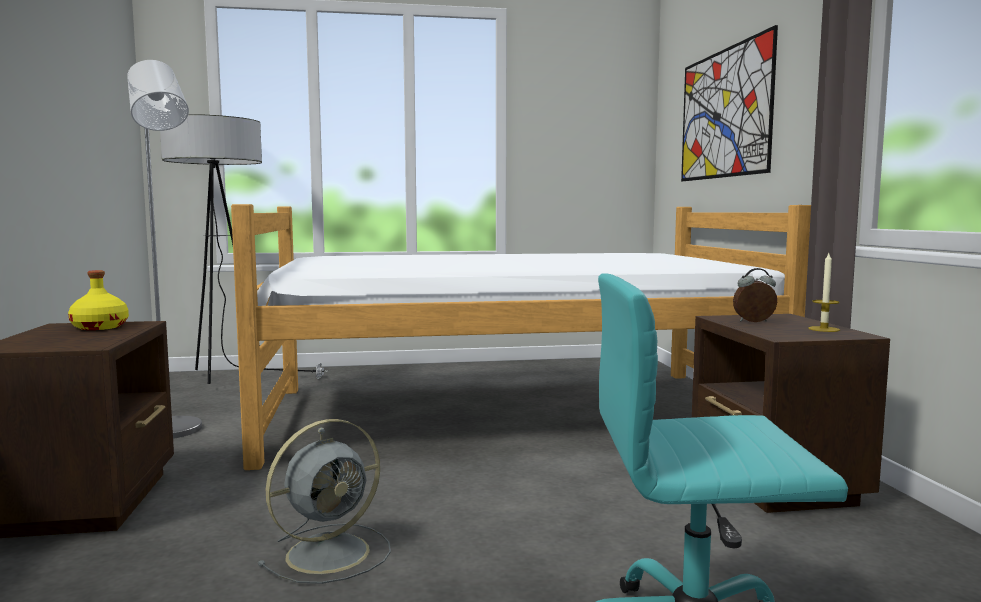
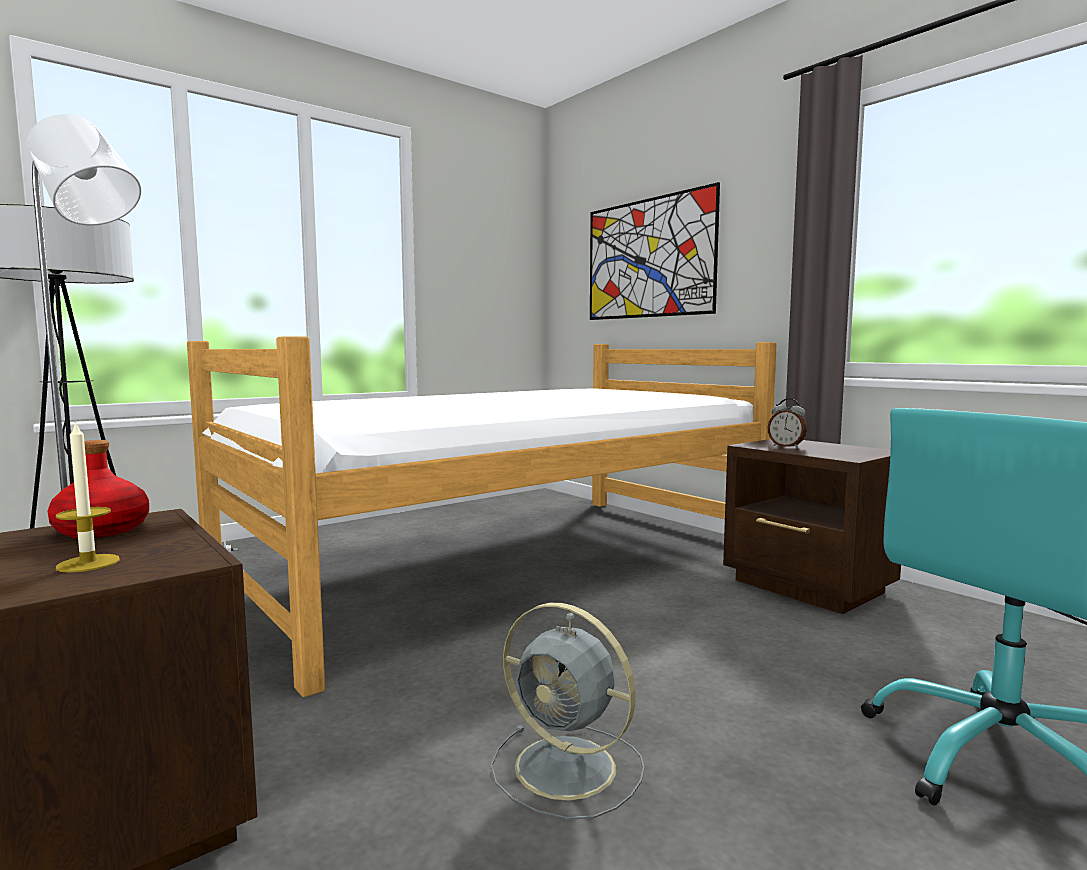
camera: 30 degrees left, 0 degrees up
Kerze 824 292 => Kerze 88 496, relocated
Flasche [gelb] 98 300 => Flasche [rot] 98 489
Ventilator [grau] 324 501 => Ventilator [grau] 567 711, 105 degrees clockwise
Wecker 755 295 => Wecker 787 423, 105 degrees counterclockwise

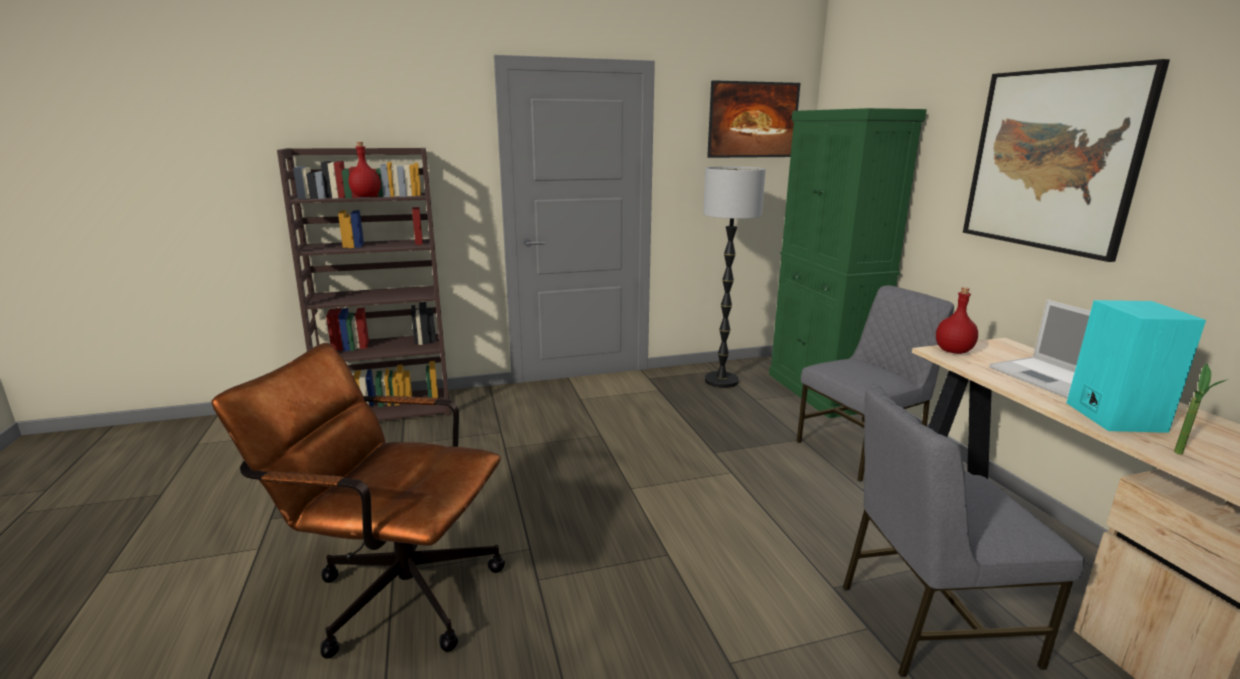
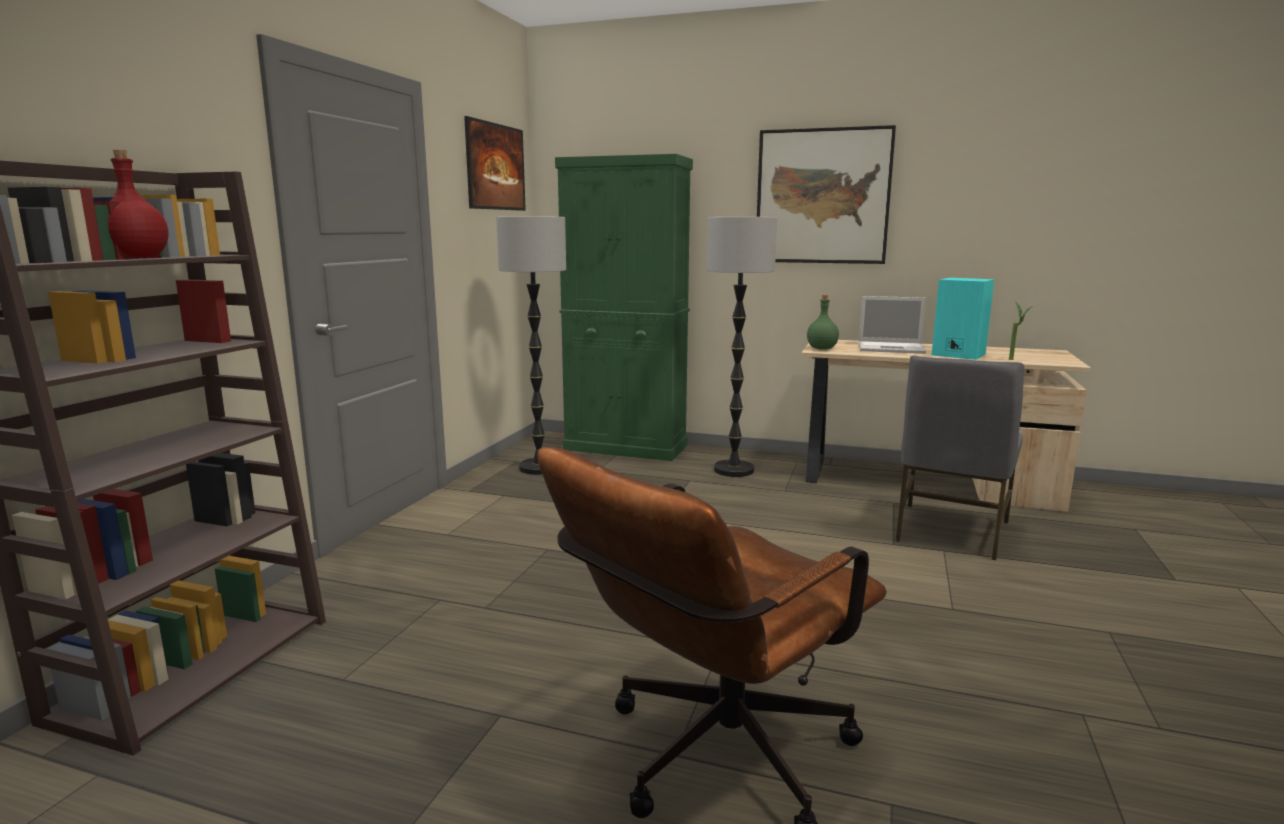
camera: 55 degrees left, 5 degrees down
Stuhl [grau] 875 383 => Stehlampe 742 347
Flasche [rot] 957 320 => Flasche [grün] 823 322

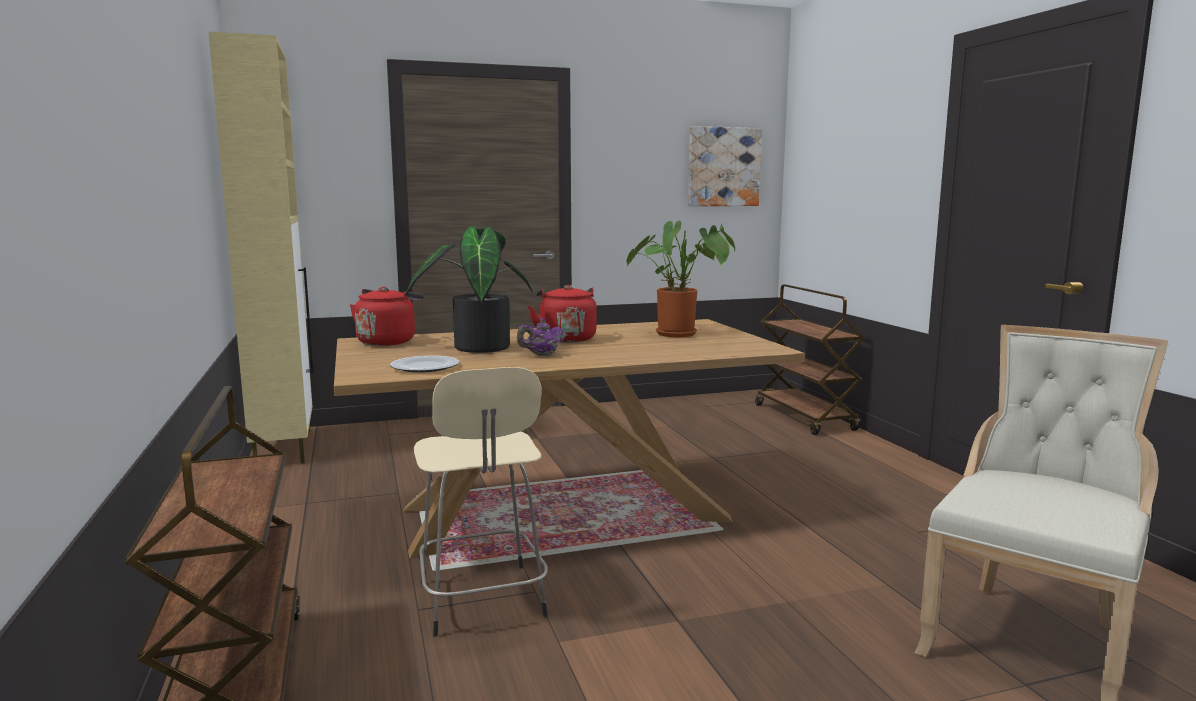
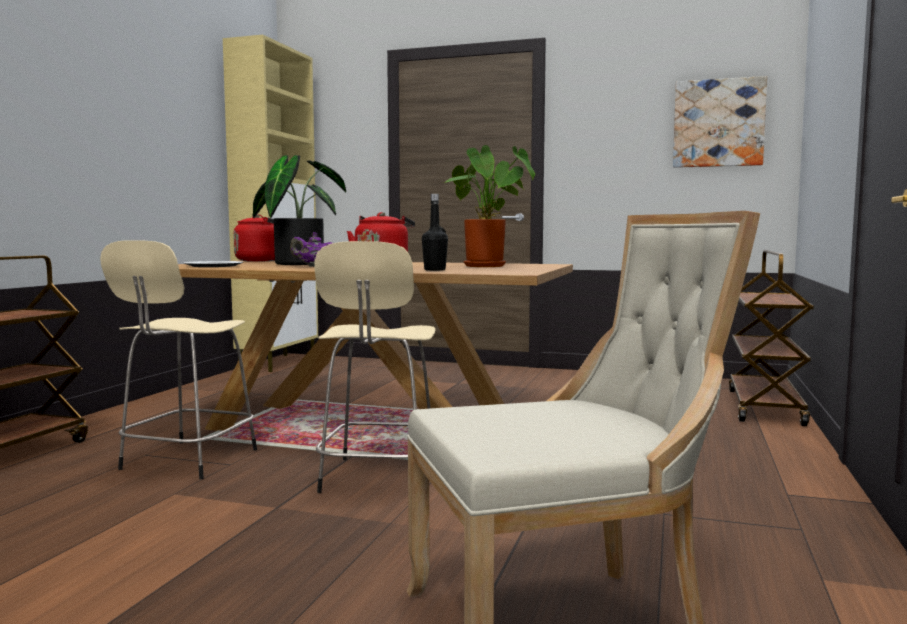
camera: 35 degrees right, 5 degrees down
nothing => Hocker [beige] 375 367
nothing => Flasche [schwarz] 435 232

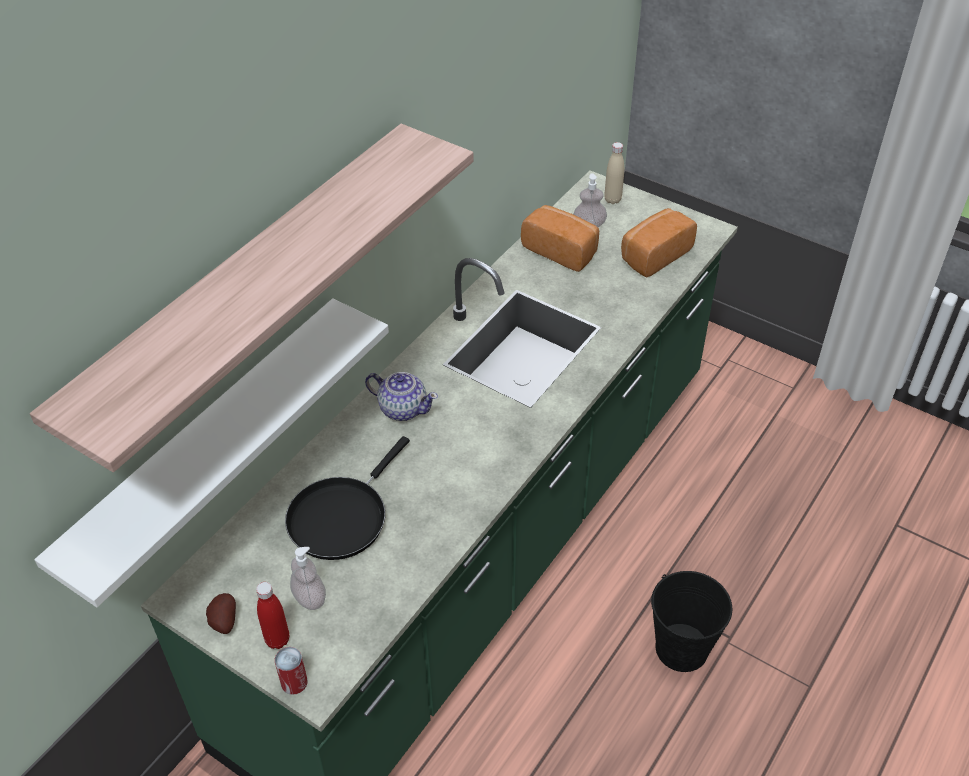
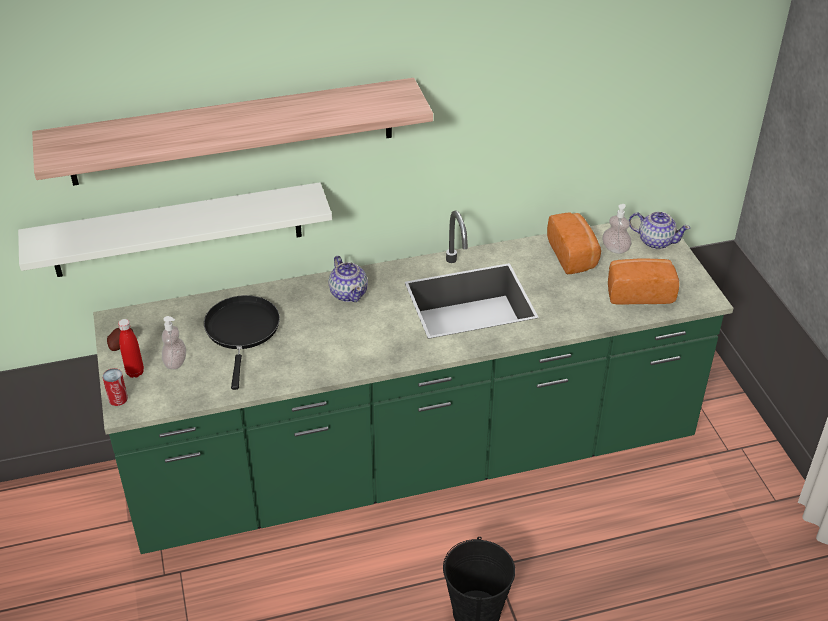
camera: 40 degrees right, 5 degrees down
Flasche [beige] 614 173 => Teekanne 659 230
Pfanne [schwarz] 347 498 => Pfanne [schwarz] 242 342, 105 degrees clockwise

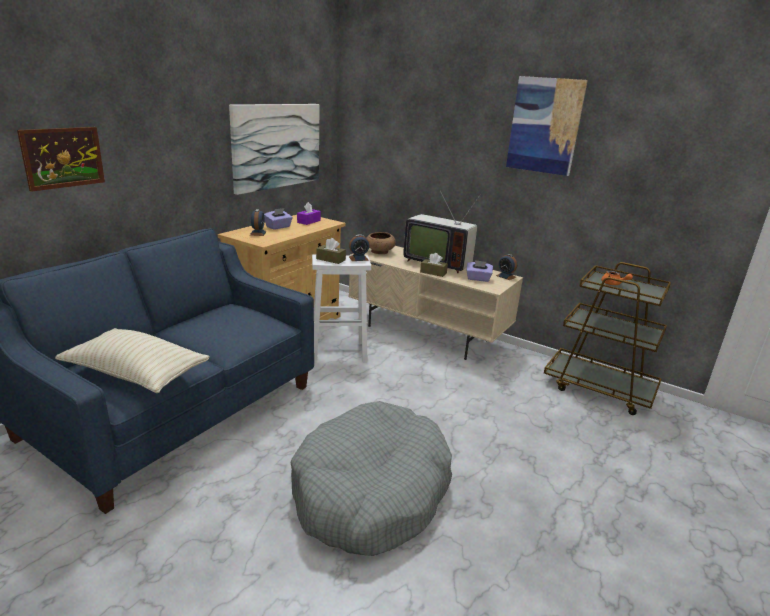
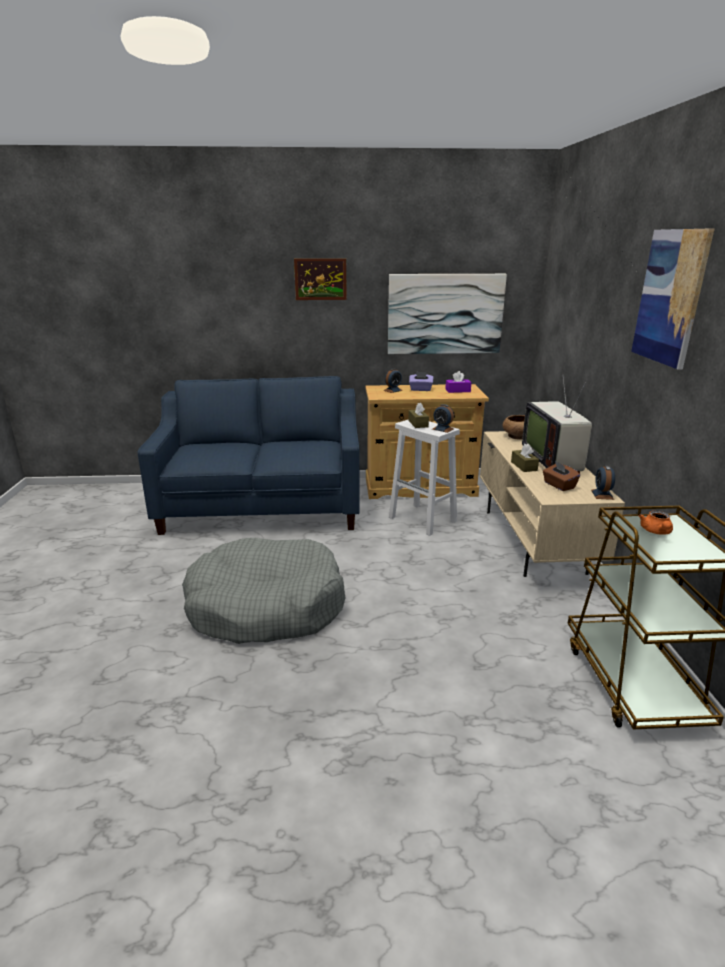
camera: 55 degrees right, 0 degrees up
Kissen [beige] 132 360 => nothing
Bild 61 159 => Bild 320 279, relocated
Taschentuchbox [lila] 479 271 => Taschentuchbox [braun] 561 476

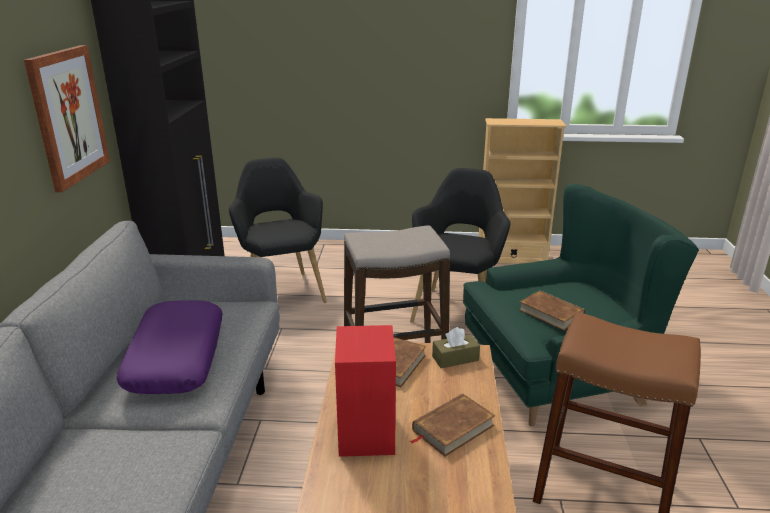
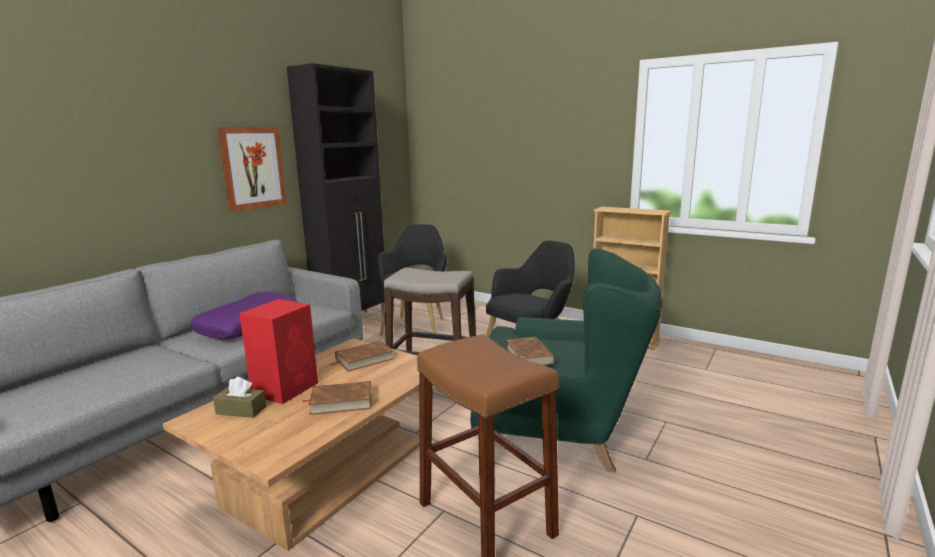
camera: 30 degrees right, 10 degrees down
Taschentuchbox [braun] 456 347 => Taschentuchbox [braun] 239 397, relocated

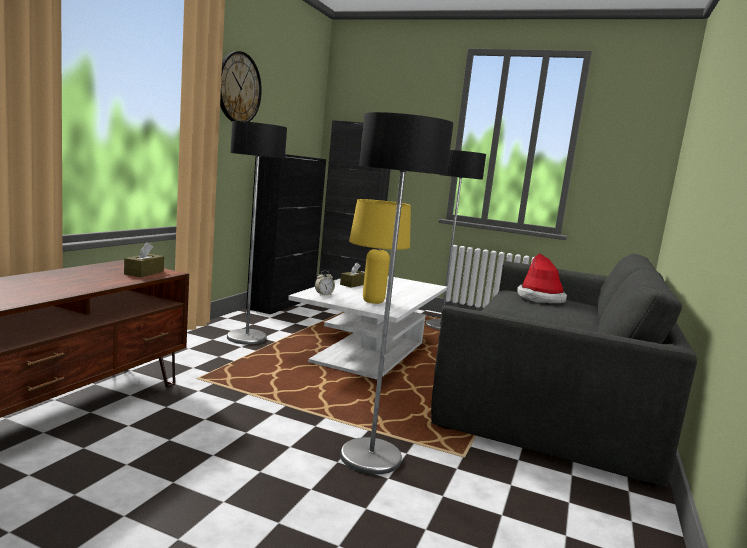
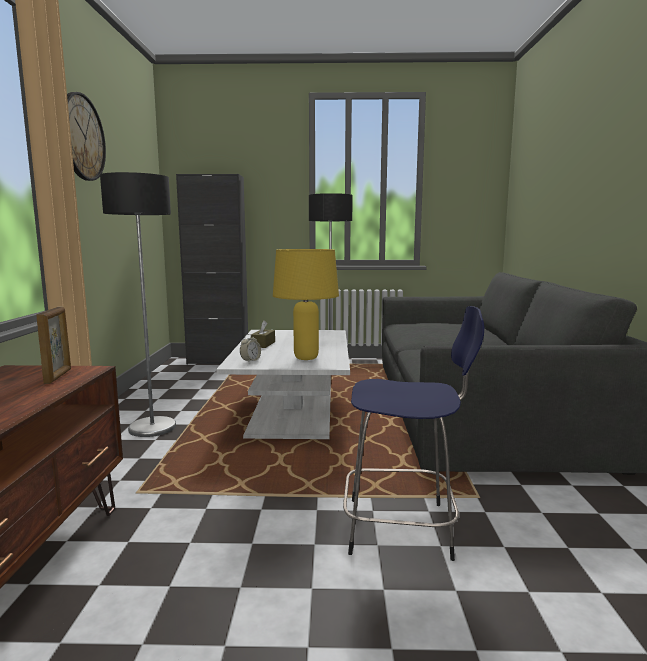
camera: 20 degrees left, 0 degrees up
Schrank [schwarz] 286 234 => nothing
Hut 542 278 => nothing
Taschentuchbox [braun] 144 259 => Bilderrahmen 53 345
Stehlampe 396 293 => Hocker [blau] 413 433

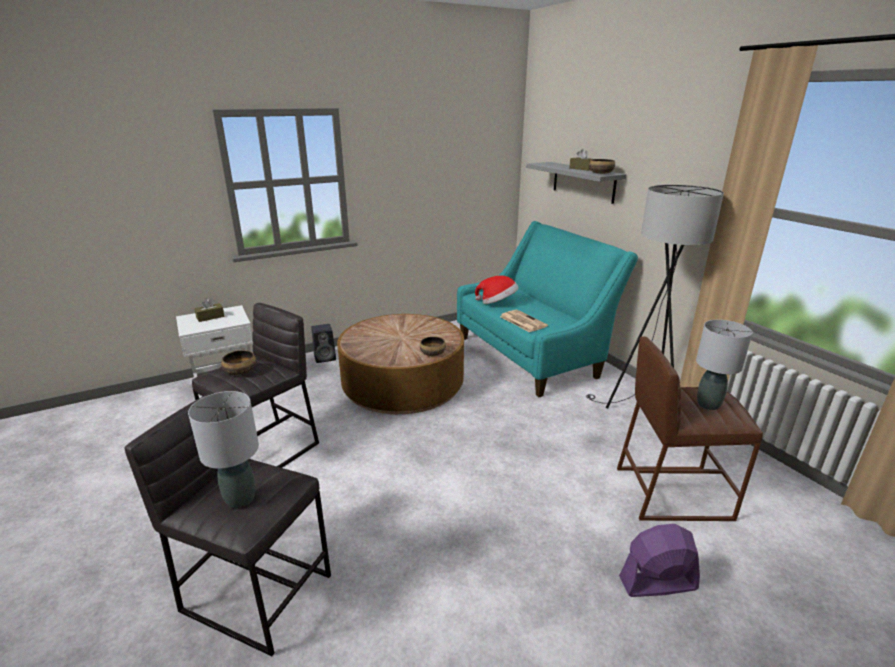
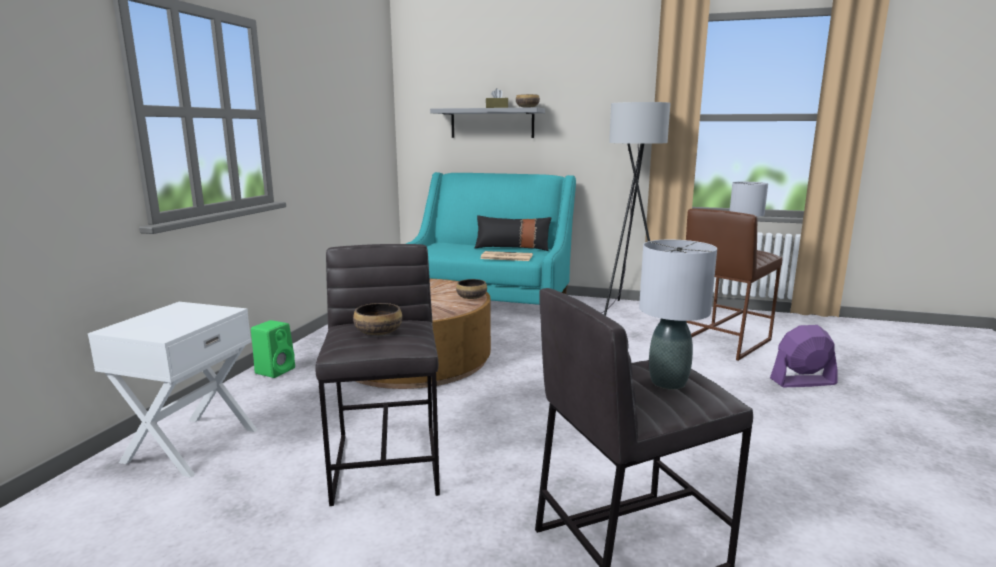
camera: 45 degrees left, 10 degrees down
Taschentuchbox [braun] 209 310 => nothing
Hut 497 289 => nothing
nothing => Kissen [schwarz] 513 233
Lautsprecher [schwarz] 323 343 => Lautsprecher [grün] 273 349
Ventilator [lila] 659 560 => Ventilator [lila] 803 356, 45 degrees clockwise

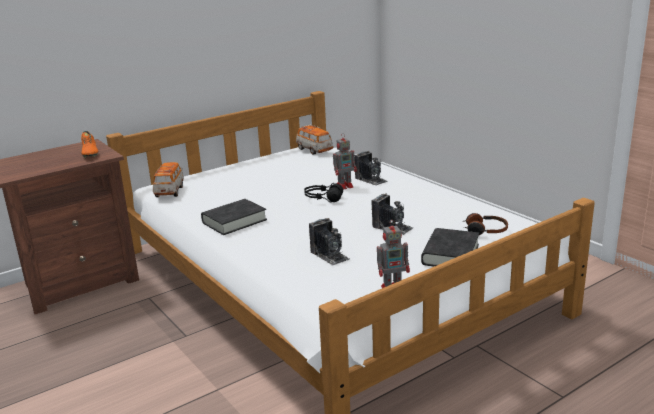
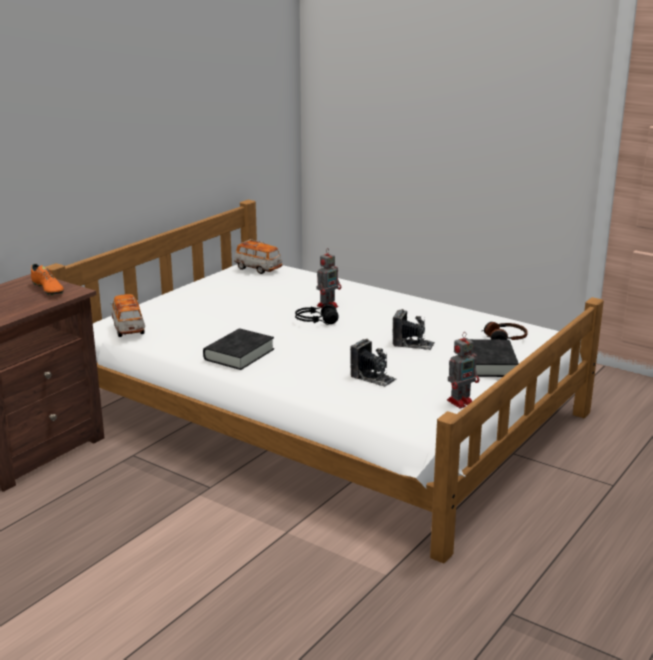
camera: 20 degrees left, 0 degrees up
Kamera 371 168 => nothing

